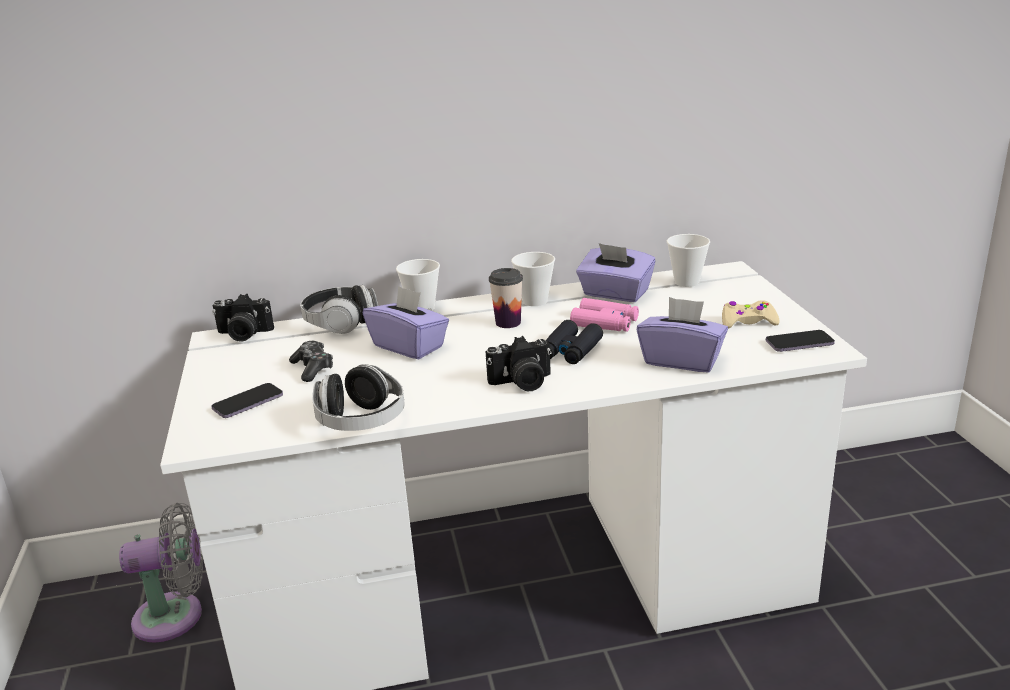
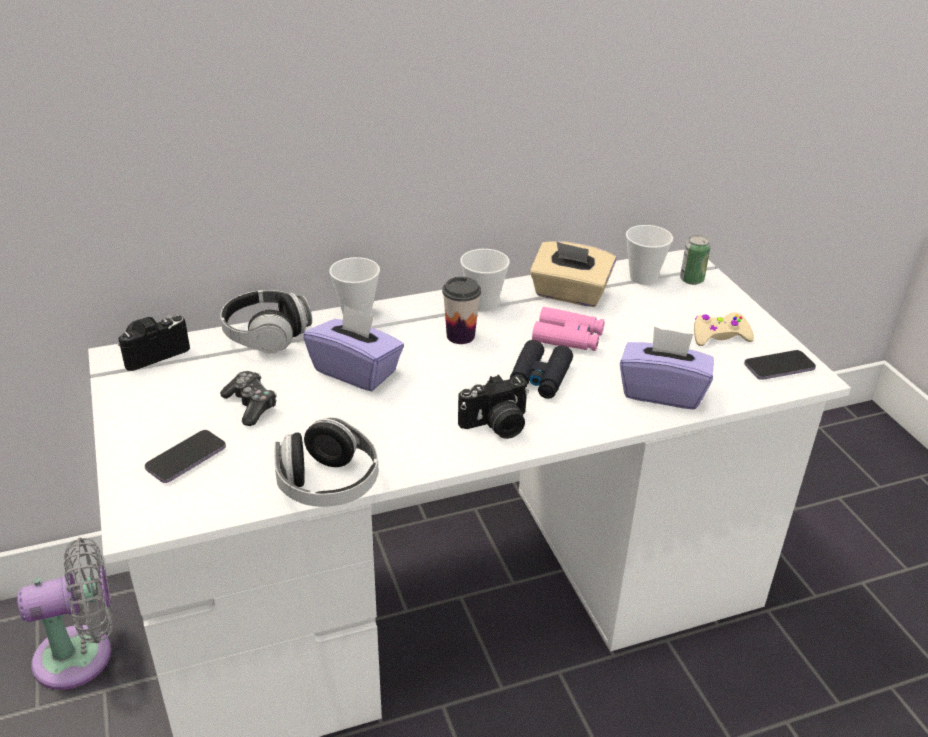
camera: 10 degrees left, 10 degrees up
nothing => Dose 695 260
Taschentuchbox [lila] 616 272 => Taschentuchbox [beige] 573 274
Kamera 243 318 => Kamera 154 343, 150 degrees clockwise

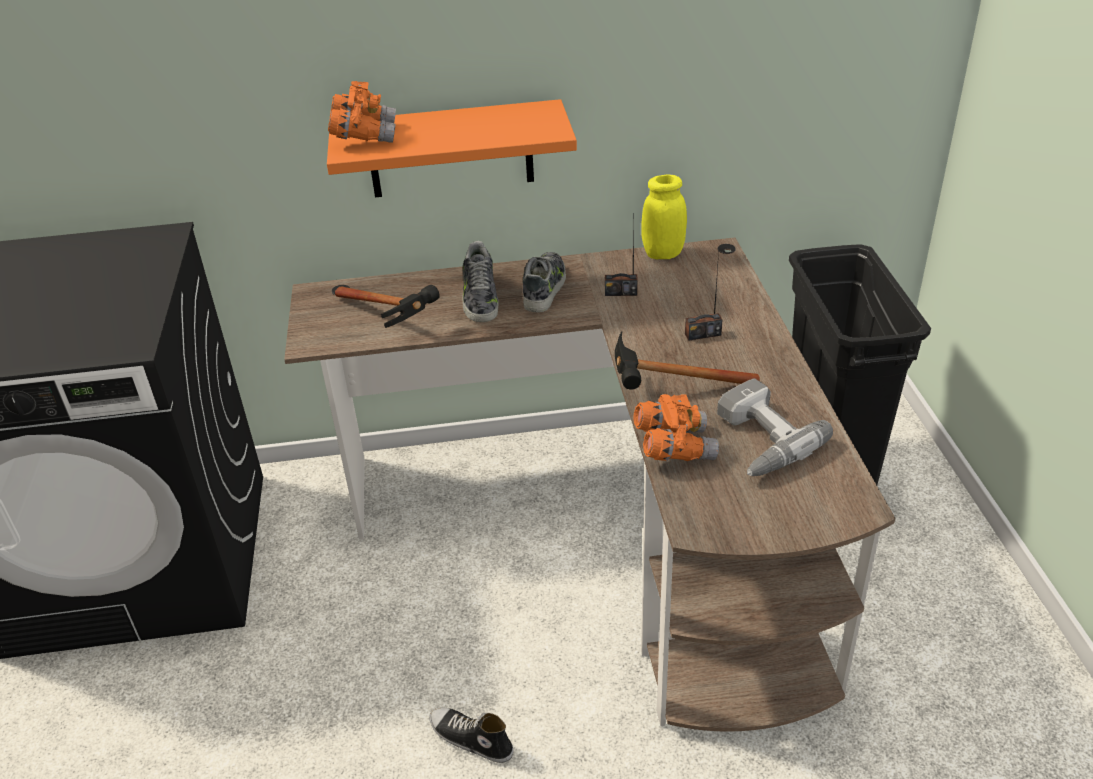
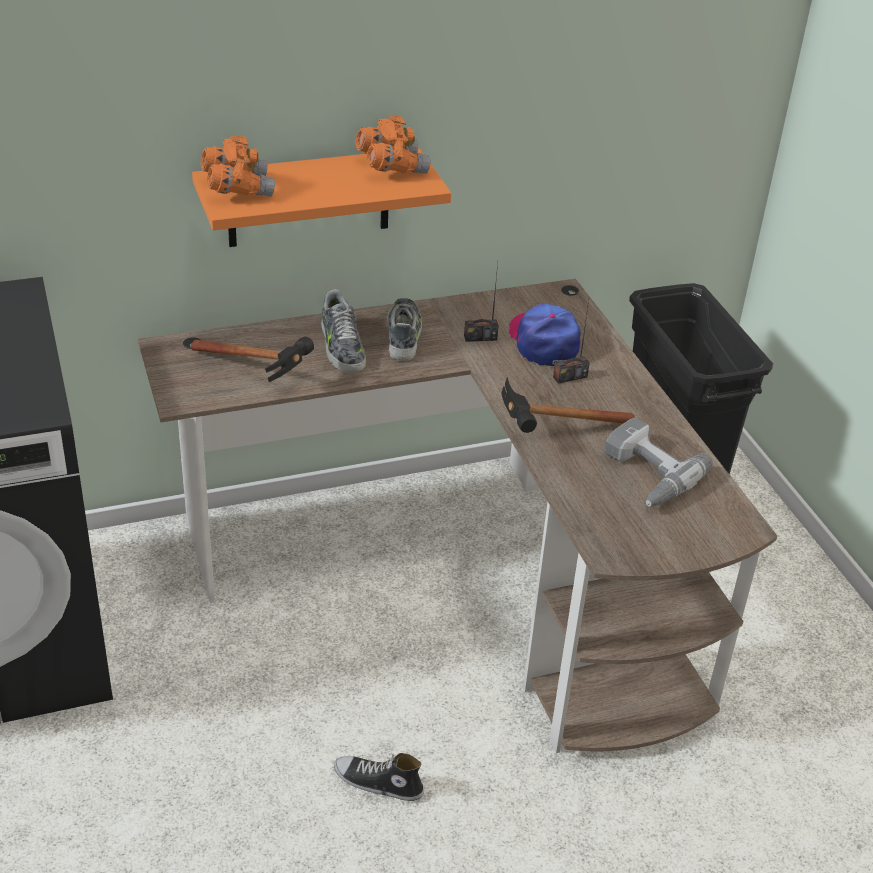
camera: 15 degrees left, 0 degrees up
Vorratsglas [gelb] 664 217 => nothing
nothing => Kappe 545 334
Fernglas [orange] 676 427 => Fernglas [orange] 393 145, relocated

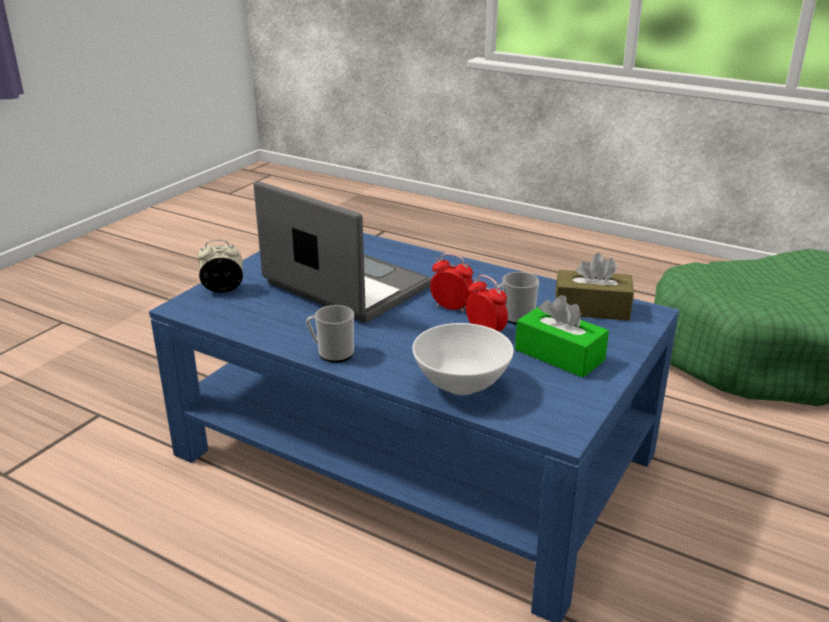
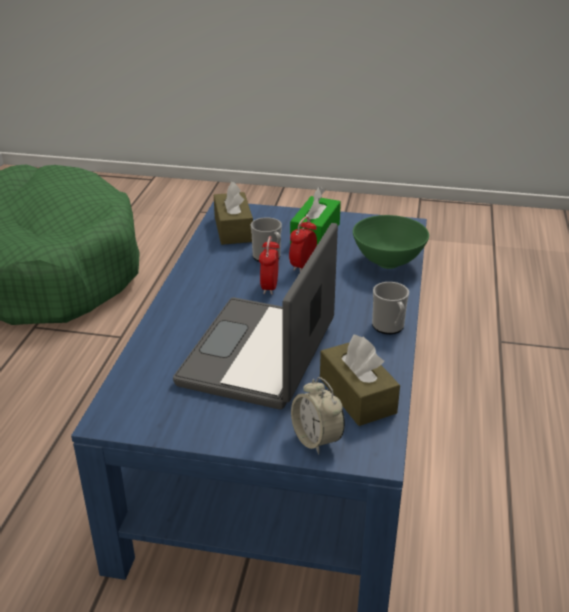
camera: 110 degrees left, 5 degrees up
nothing => Taschentuchbox [braun] 360 380
Schüssel [weiß] 463 359 => Schüssel [grün] 391 242

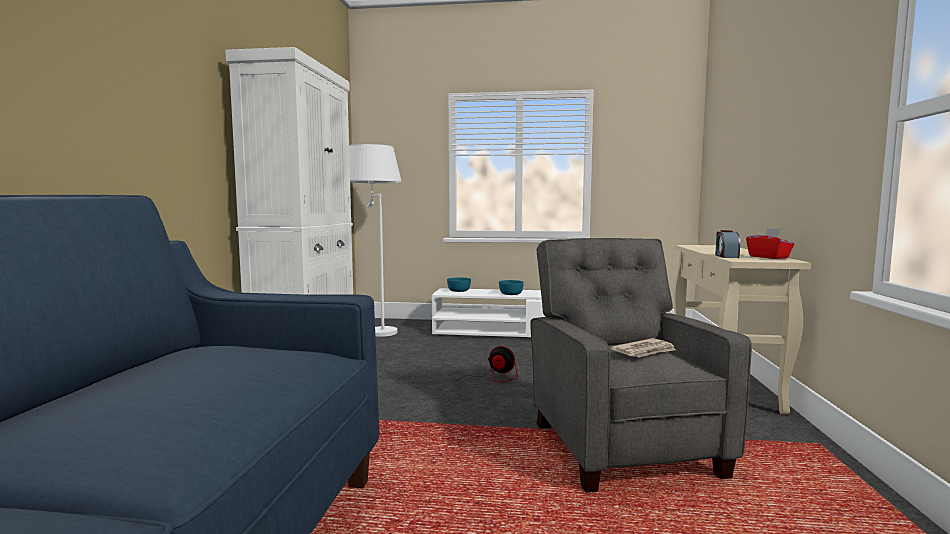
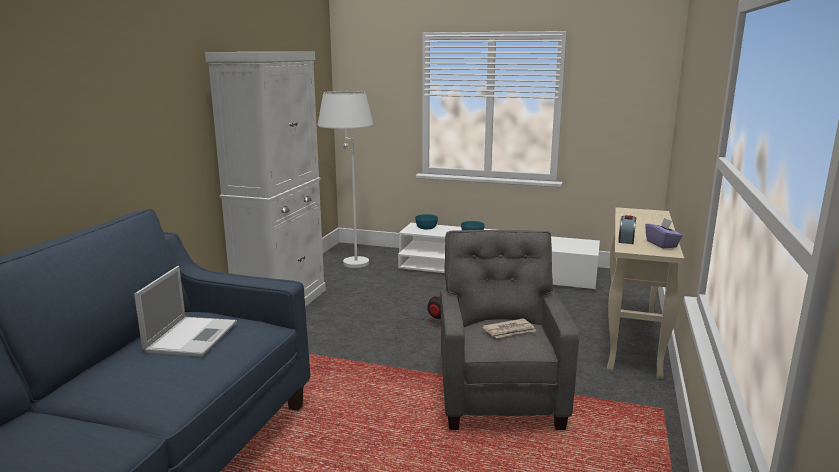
camera: 10 degrees right, 10 degrees up
nothing => Laptop 185 311
Taschentuchbox [rot] 770 243 => Taschentuchbox [lila] 663 233

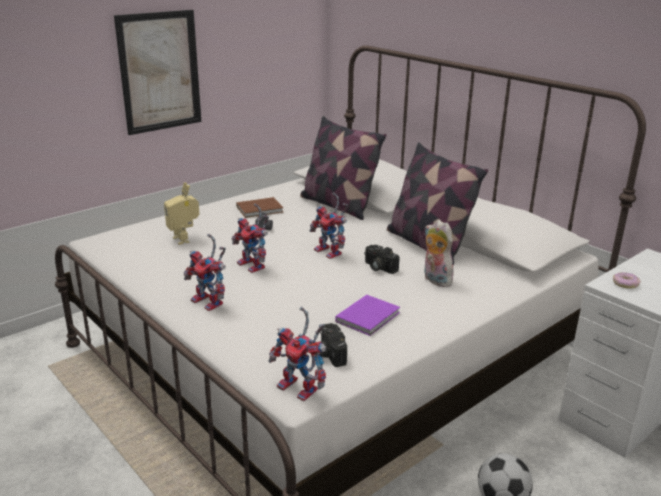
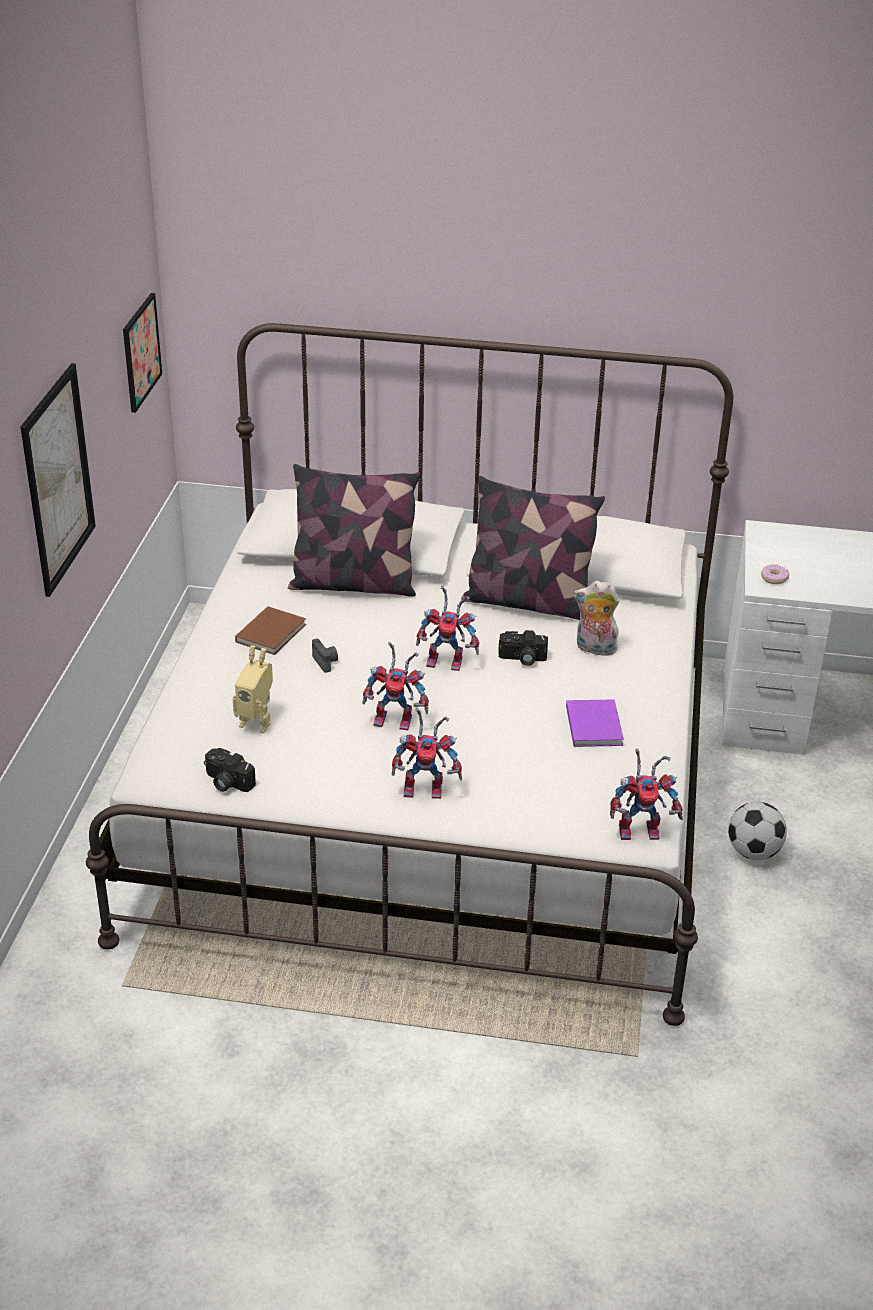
camera: 40 degrees left, 10 degrees up
nothing => Bild 142 353
Kamera 333 345 => Kamera 230 770, relocated

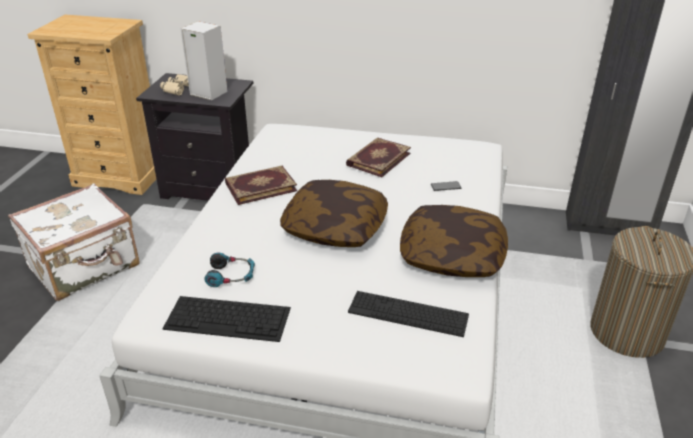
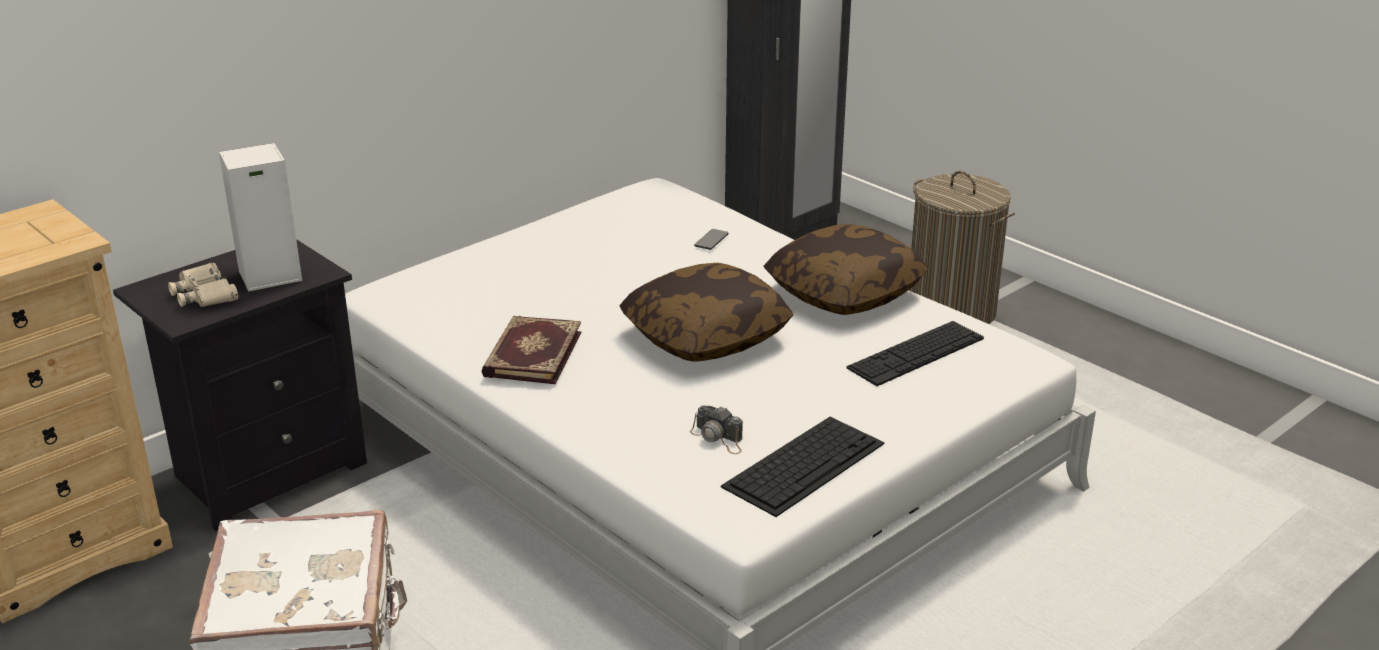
camera: 55 degrees left, 5 degrees down
Buch 378 157 => nothing
Kopfhörer 229 270 => Kamera 716 430

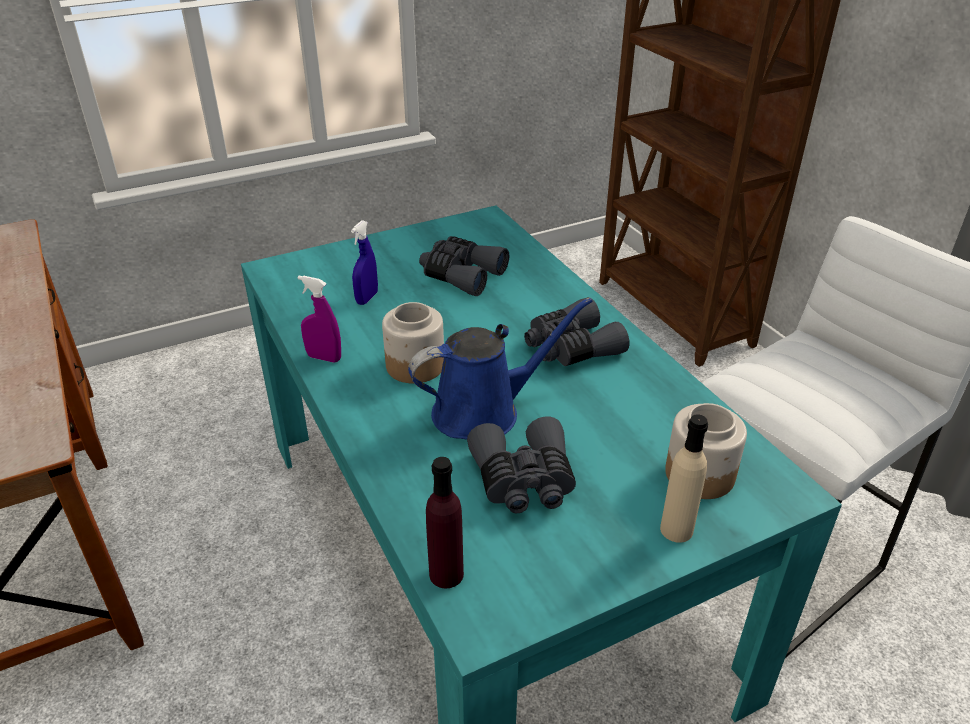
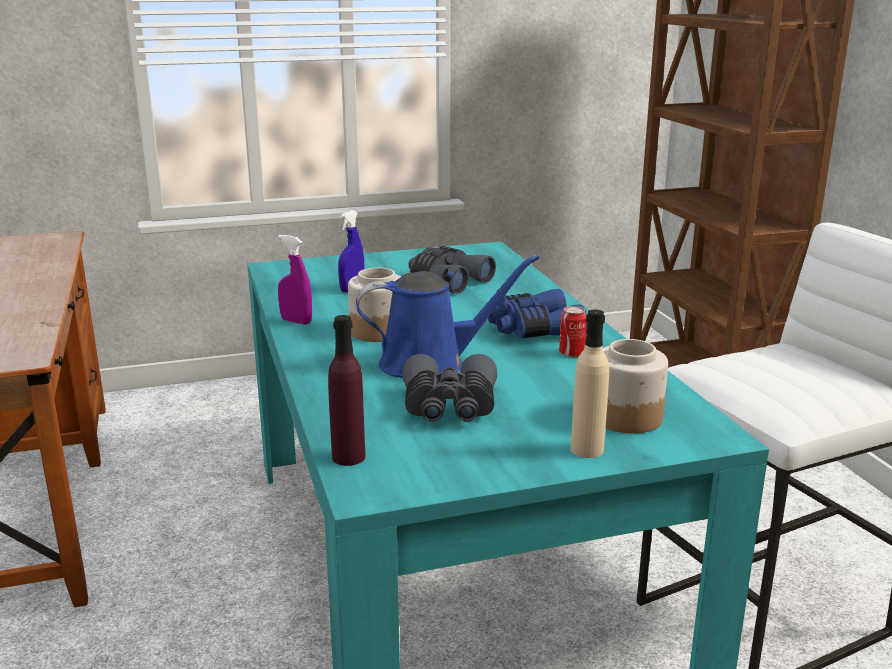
camera: 10 degrees right, 15 degrees down
nothing => Dose 573 331
Fernglas [grau] 577 331 => Fernglas [blau] 537 314

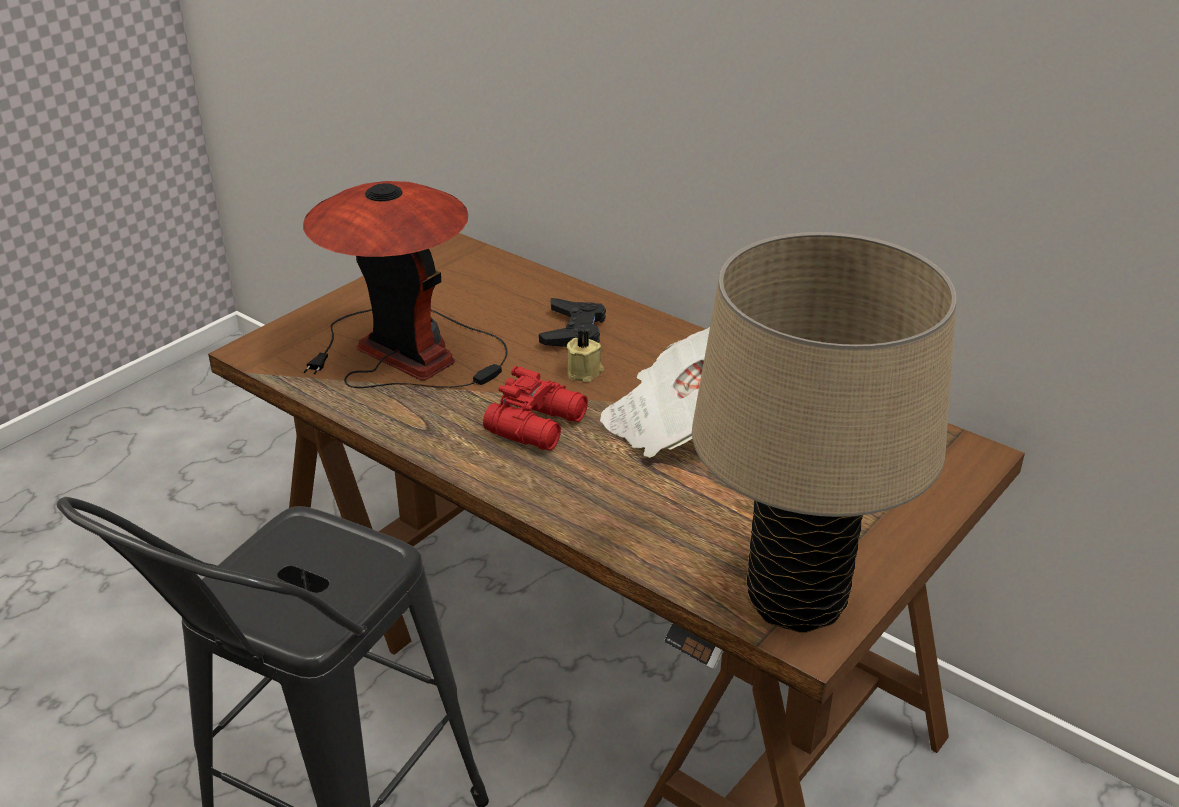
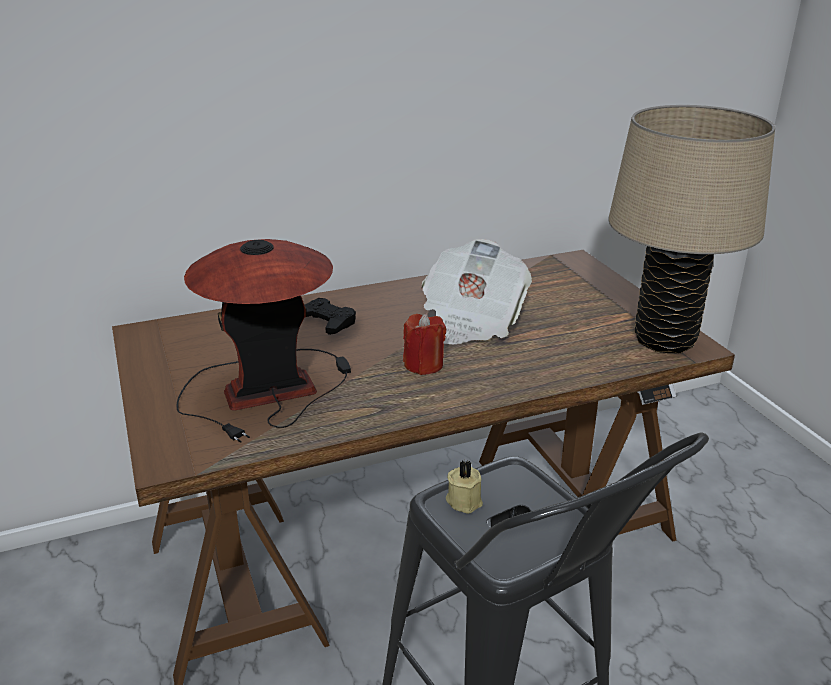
camera: 60 degrees left, 5 degrees down
Kerze [beige] 585 356 => Kerze [beige] 464 487, relocated
Fernglas [rot] 535 408 => Kerze [rot] 424 344

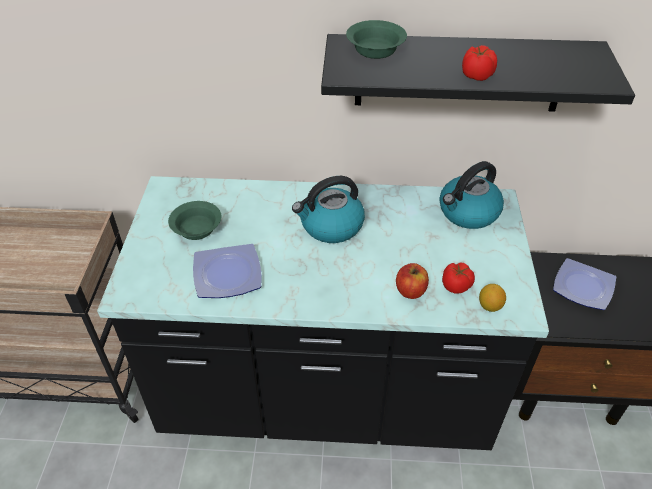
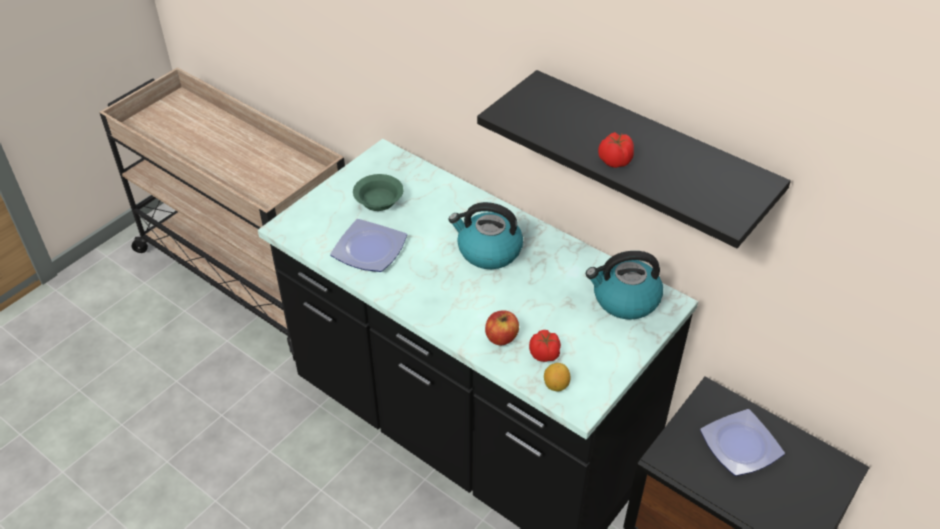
camera: 35 degrees right, 0 degrees up
Schüssel [grün] 376 39 => nothing

